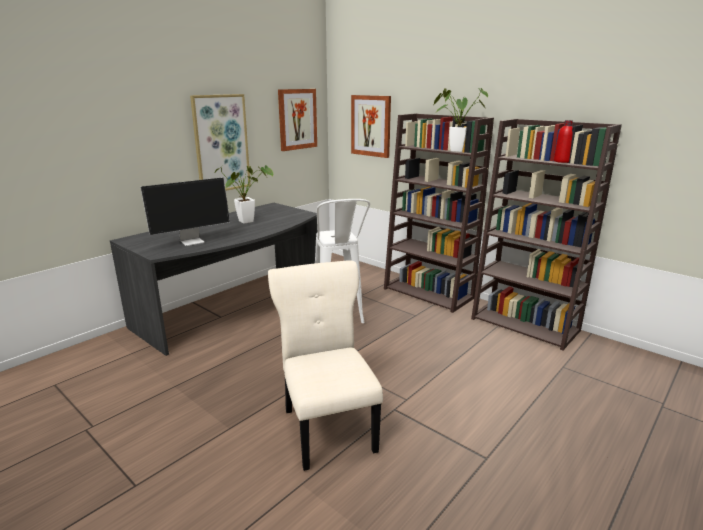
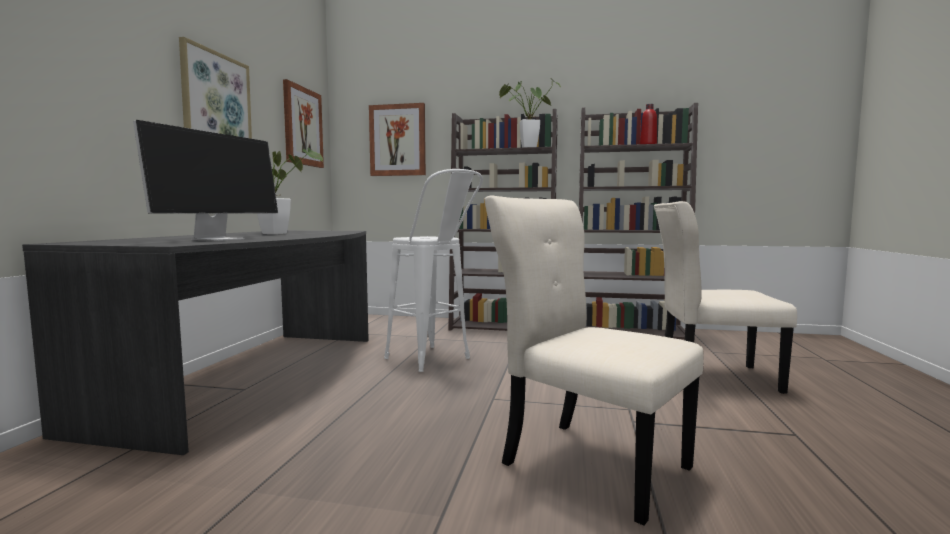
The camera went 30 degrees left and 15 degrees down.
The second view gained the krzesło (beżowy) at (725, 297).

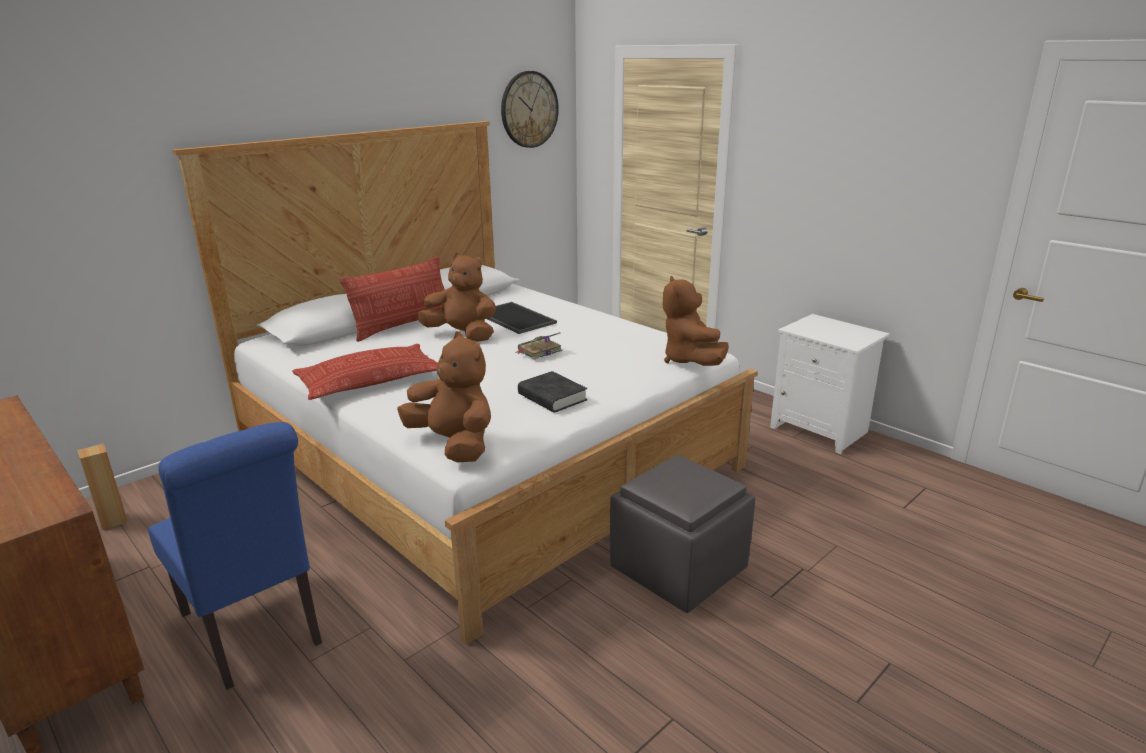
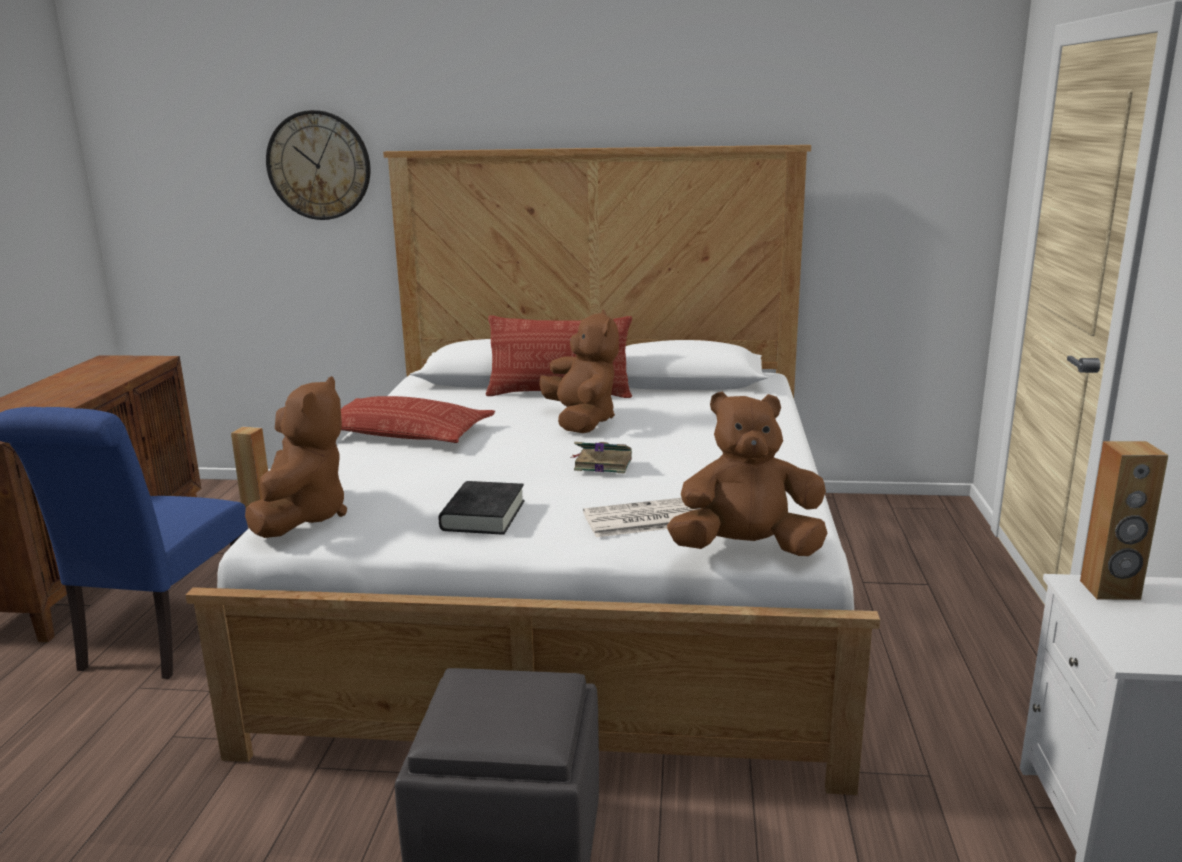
The camera went 50 degrees right and 5 degrees down.
The second view lost the taca at (522, 318).
The second view gained the gazeta at (640, 517).
The second view gained the głośnik (brązowy) at (1124, 520).
The zegar ścienny ended up elsewhere, having gone from (530, 109) to (318, 165).
The pluszak (brązowy) at (695, 321) ended up facing another way, 45 degrees clockwise from before.

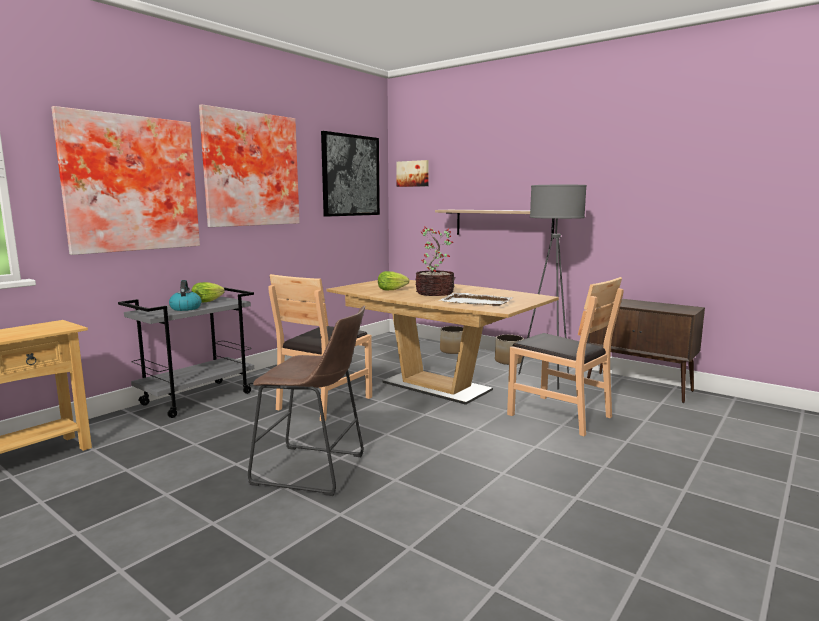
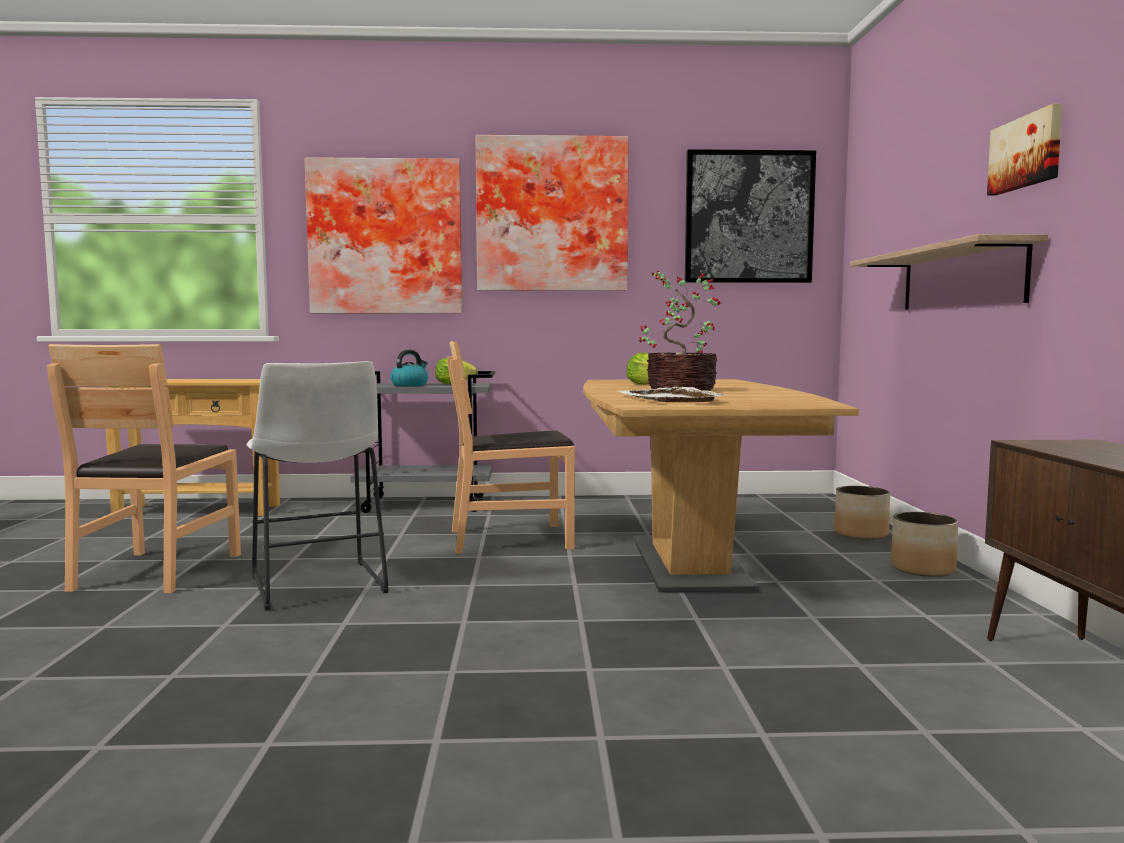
The camera went 50 degrees right and 5 degrees down.
The second view lost the lampa stojąca (szary) at (552, 286).
The obraz ended up elsewhere, having gone from (412, 173) to (1025, 150).
The krzesło (brązowy) ended up elsewhere, having gone from (565, 356) to (144, 468).
What was the stołek (brązowy) at (306, 400) turned into the stołek (biały) at (317, 485).

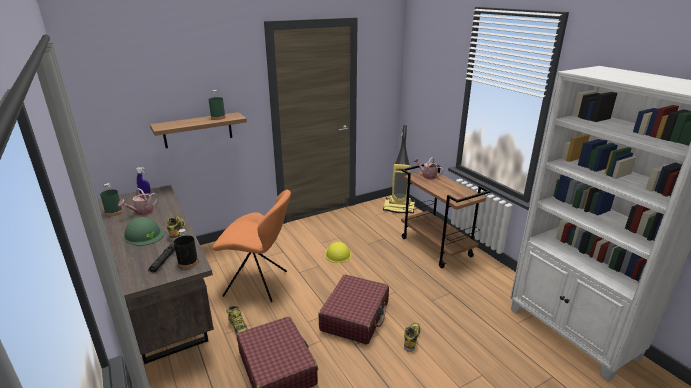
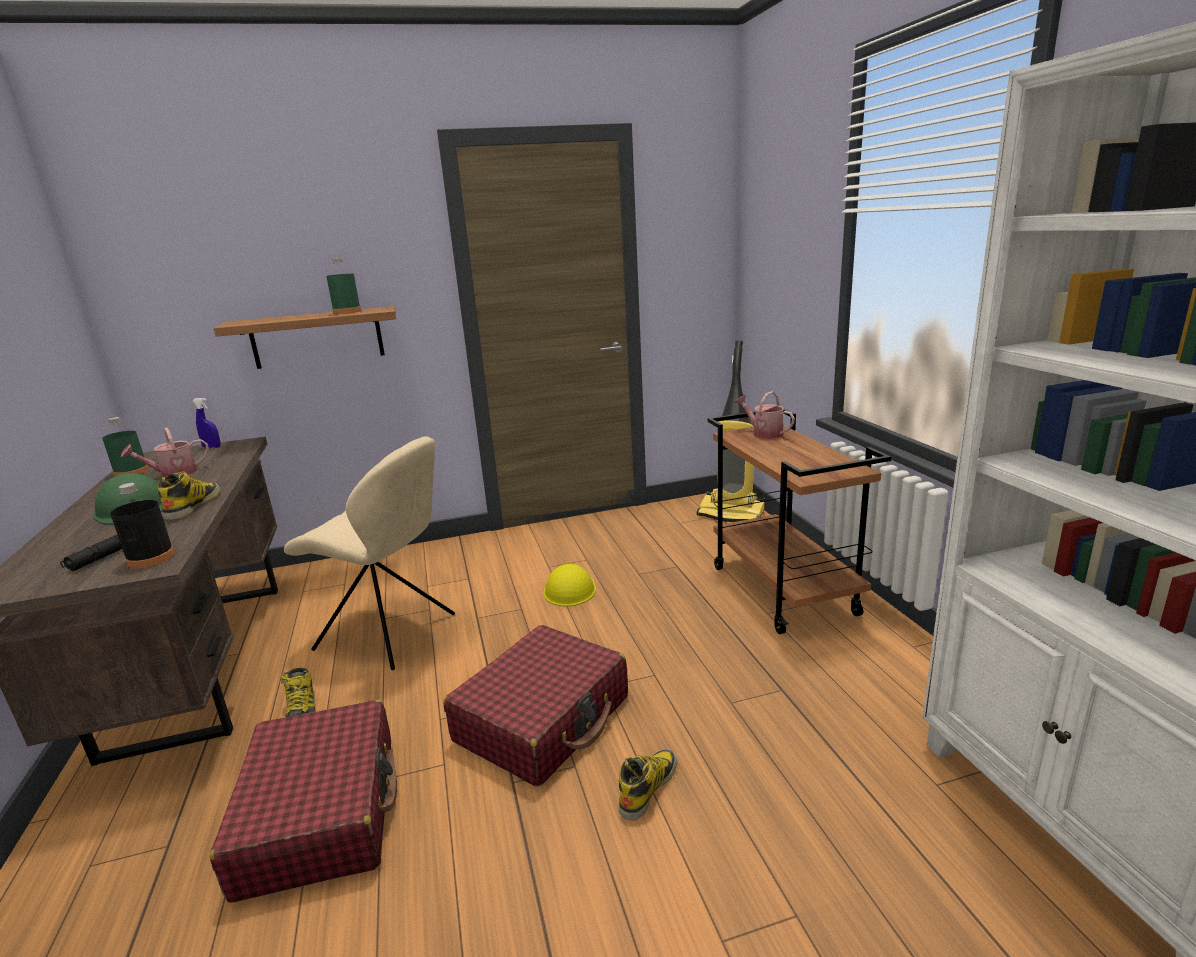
The camera went 15 degrees right and 5 degrees down.
What was the krzesło (pomarańczowy) at (251, 246) turned into the krzesło (beżowy) at (369, 553).

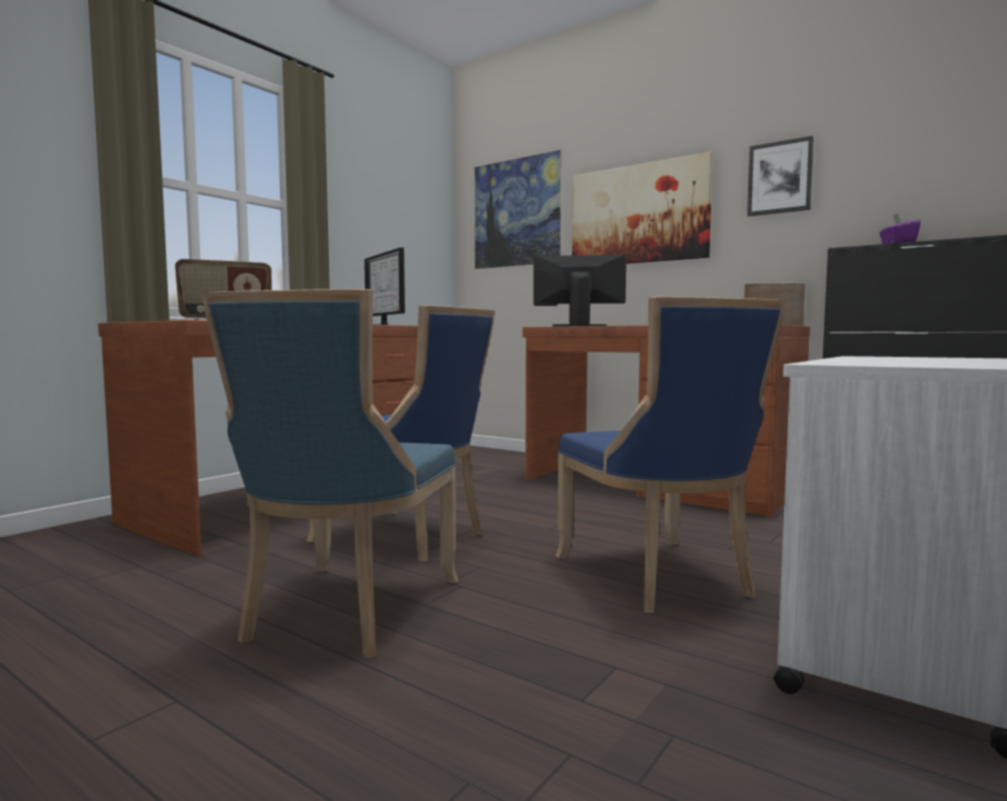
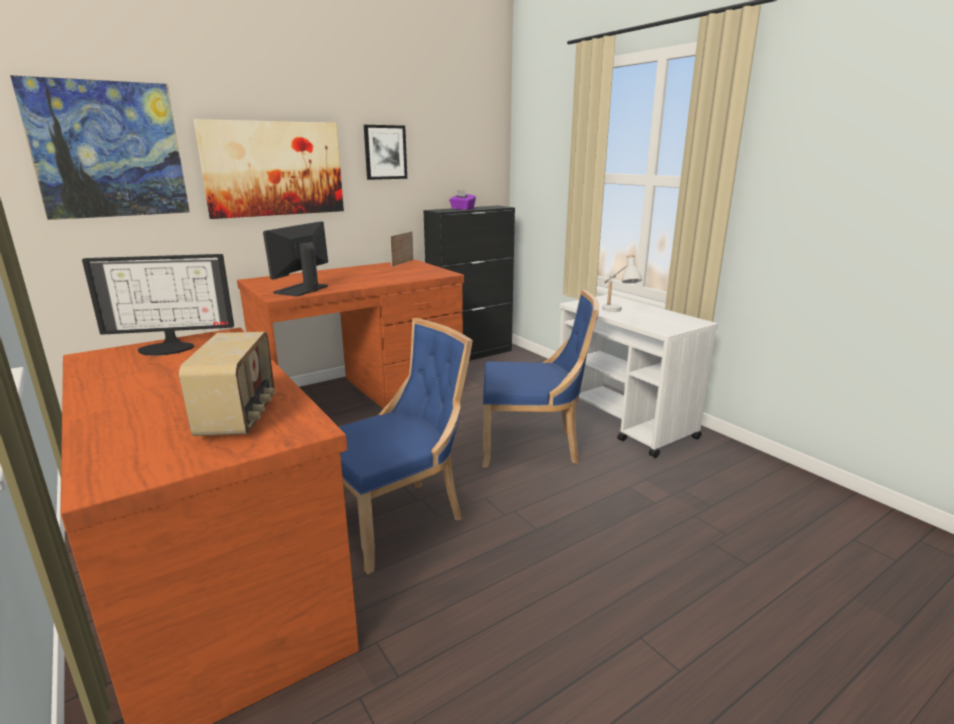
The camera went 70 degrees left and 15 degrees up.
The second view lost the krzesło (niebieski) at (329, 473).
The second view gained the lampa stołowa (biały) at (622, 283).

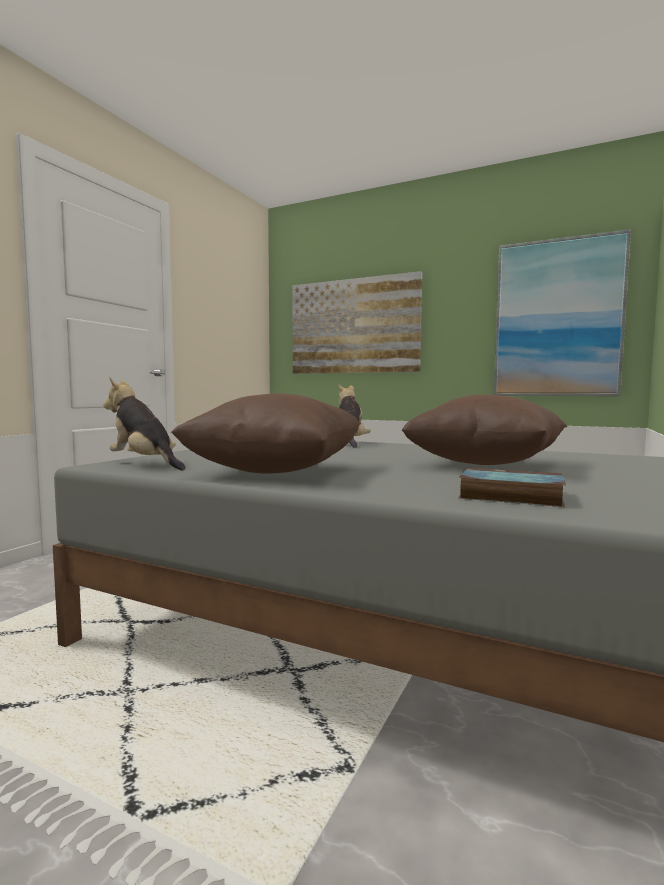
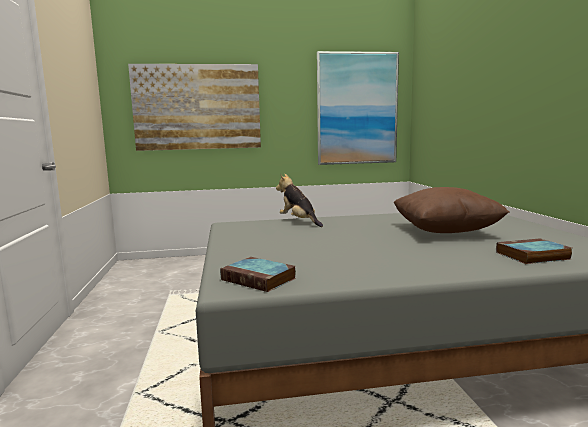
The camera went 35 degrees left and 5 degrees up.
The second view lost the poduszka (brązowy) at (266, 433).
Where the pluszak stood at (144, 423), the książka came to stand at (258, 274).

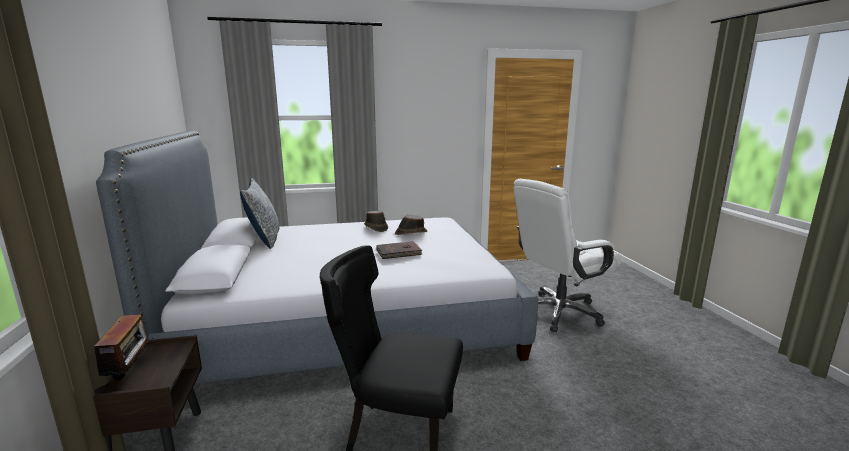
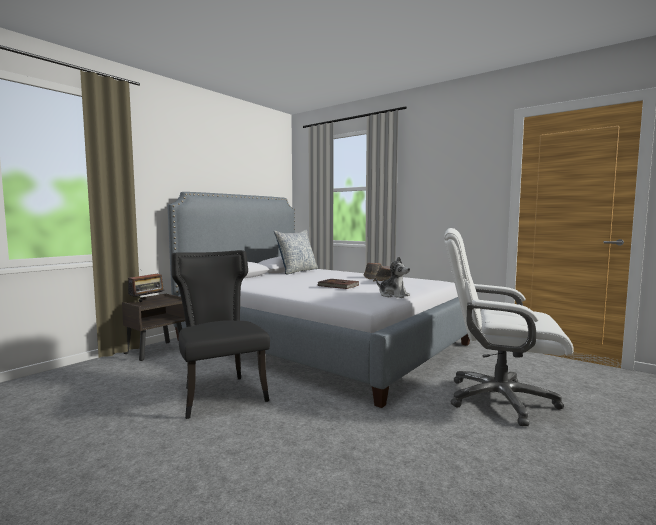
The camera went 50 degrees right and 10 degrees down.
The second view gained the pluszak at (393, 277).

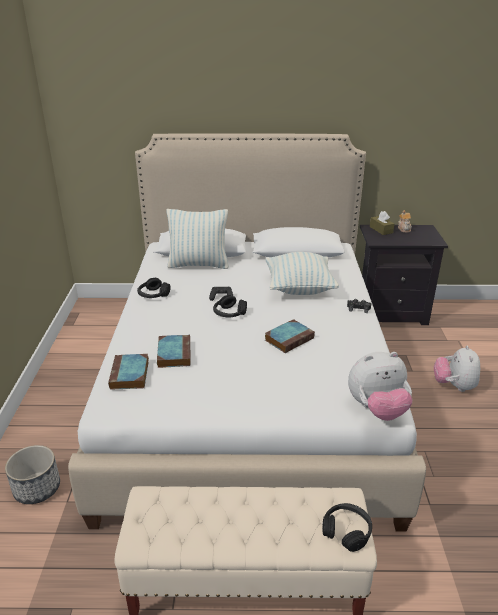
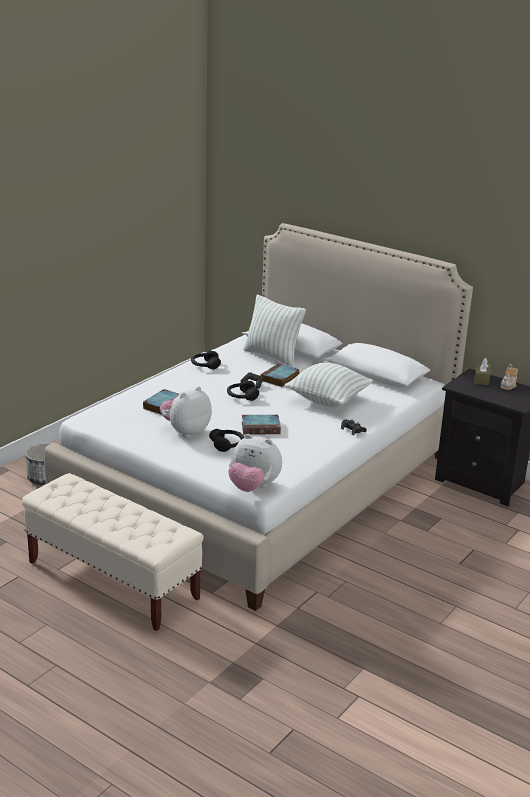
The camera went 35 degrees right and 5 degrees down.
The książka ended up elsewhere, having gone from (128, 372) to (280, 375).
The słuchawki (czarny) ended up elsewhere, having gone from (347, 527) to (227, 440).
The pluszak ended up elsewhere, having gone from (457, 369) to (186, 412).

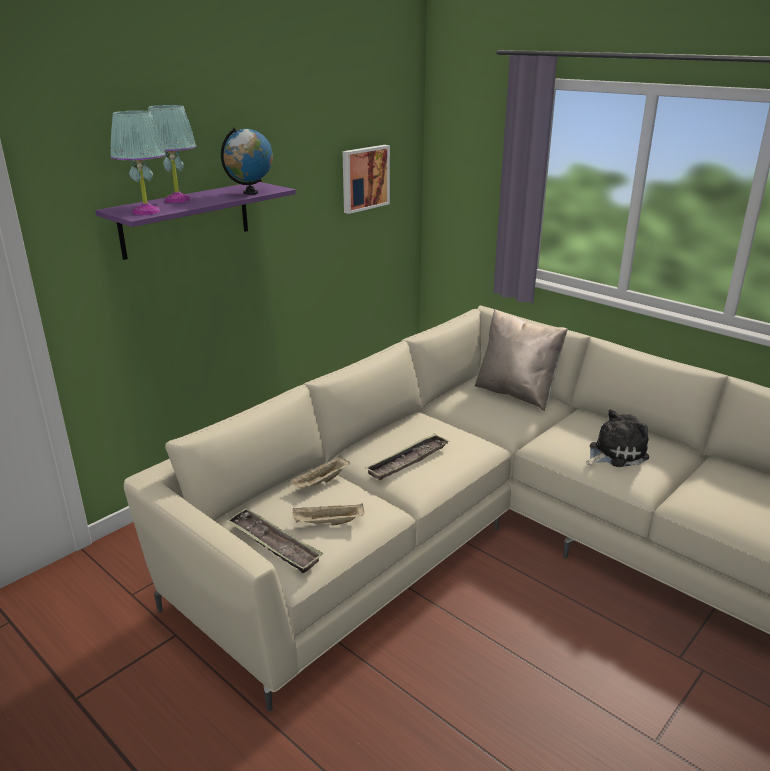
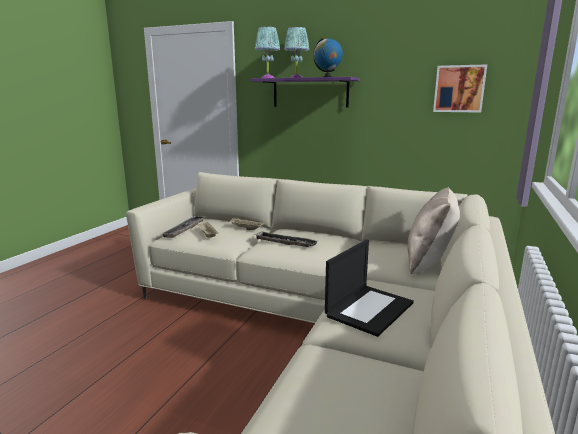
The camera went 70 degrees right and 10 degrees down.
Where the pluszak stood at (617, 438), the laptop came to stand at (369, 288).

